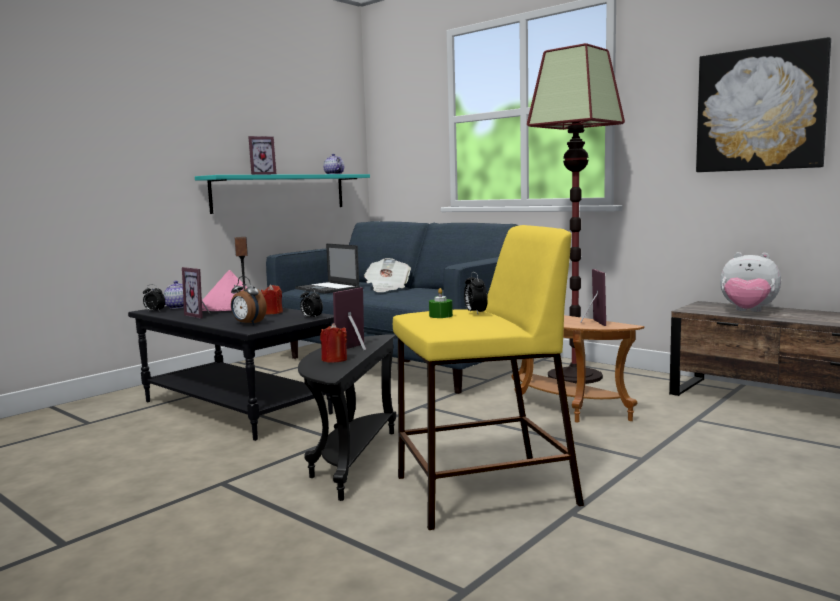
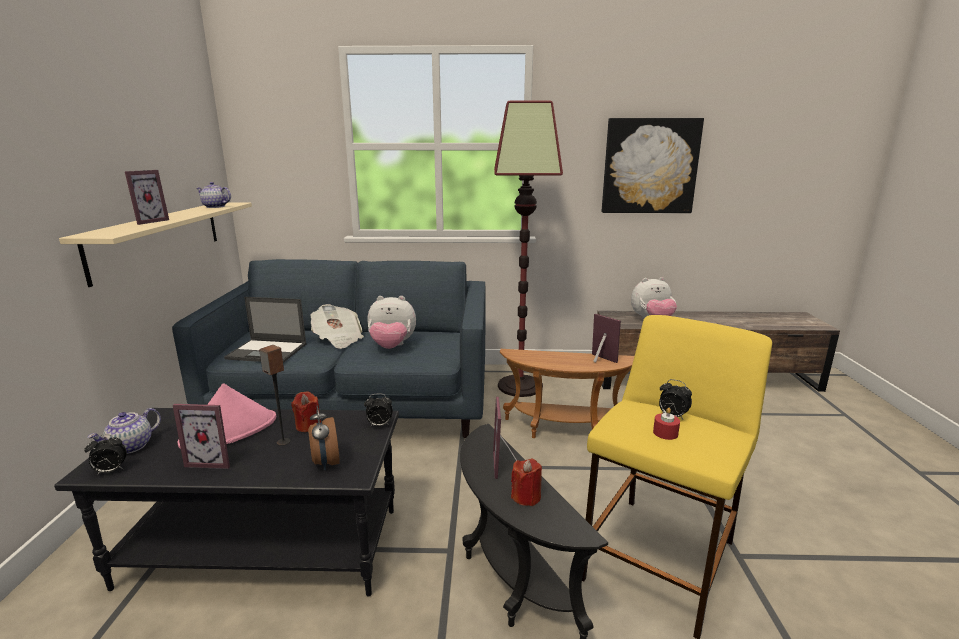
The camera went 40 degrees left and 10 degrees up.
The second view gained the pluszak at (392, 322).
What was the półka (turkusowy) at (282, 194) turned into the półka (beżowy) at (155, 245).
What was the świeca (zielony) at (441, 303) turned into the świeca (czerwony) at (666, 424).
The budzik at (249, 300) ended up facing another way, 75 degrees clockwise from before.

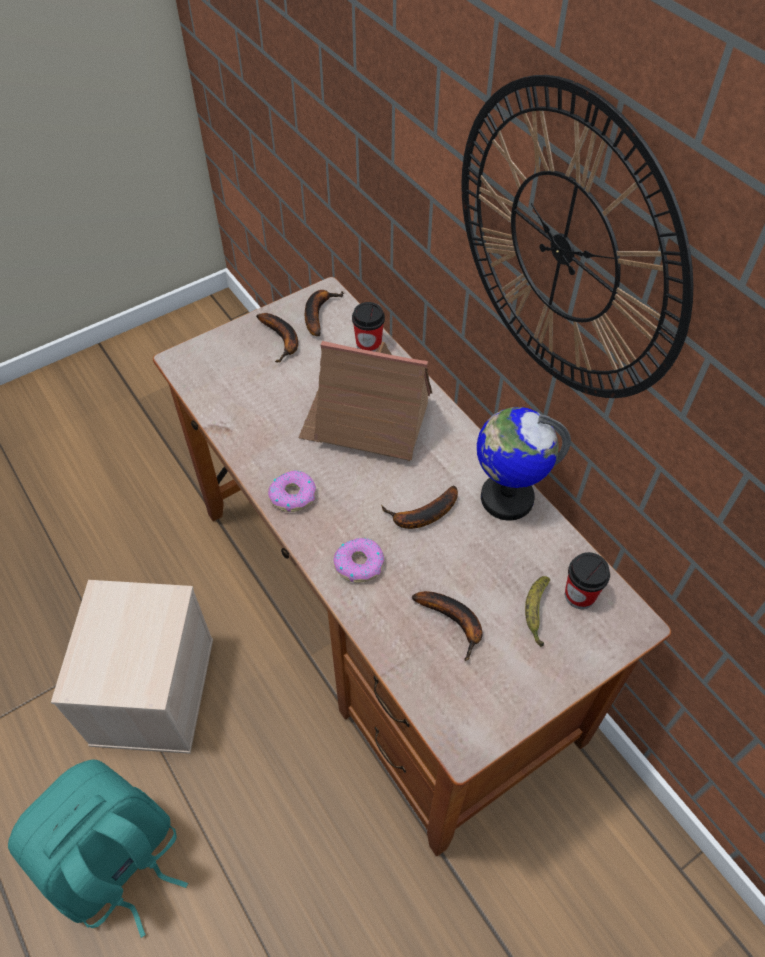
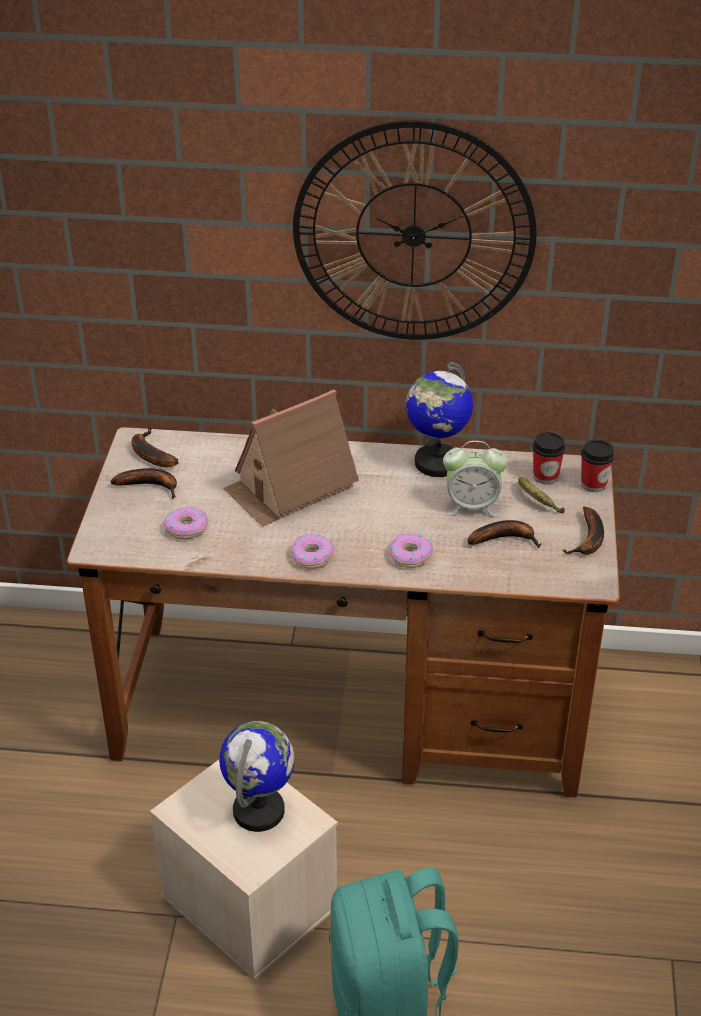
The camera went 50 degrees left and 15 degrees down.
The second view gained the donut at (186, 523).
The second view gained the globus at (257, 776).
The second view gained the budzik at (475, 479).
The filiżanka ended up elsewhere, having gone from (368, 327) to (598, 465).
The banan ended up elsewhere, having gone from (419, 507) to (583, 531).

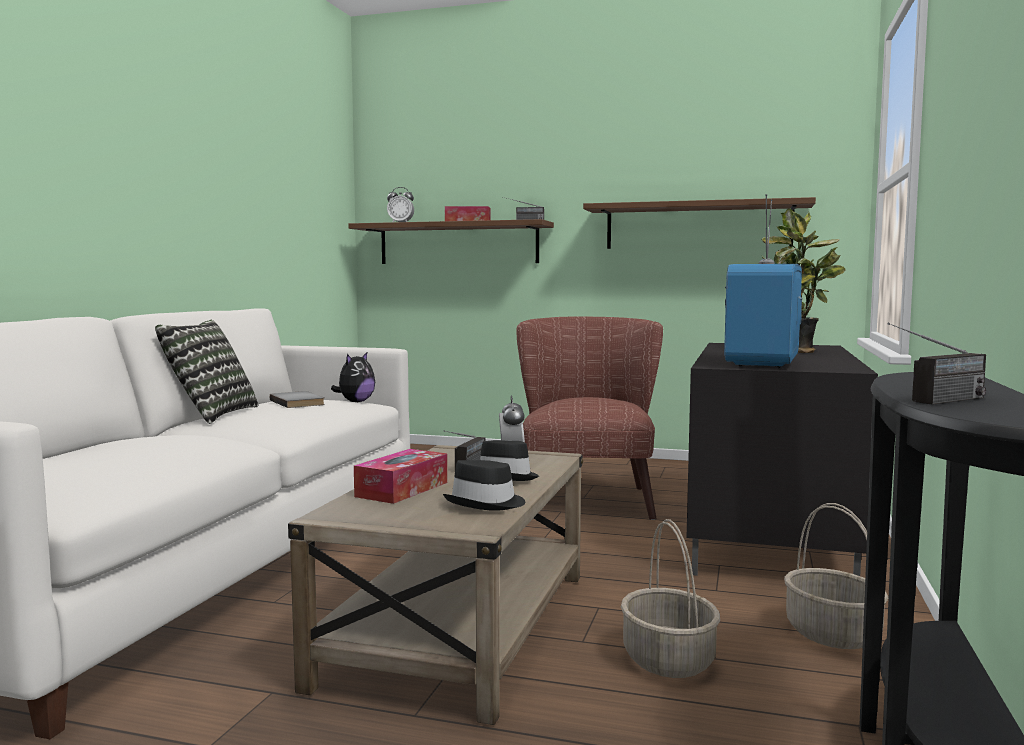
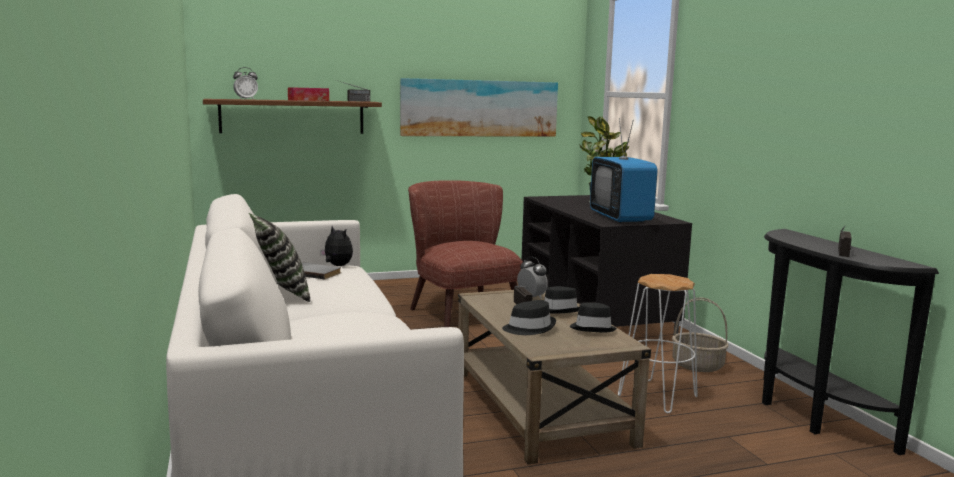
The camera went 35 degrees left and 5 degrees up.
Where the pudełko chusteczek stood at (400, 476), the kapelusz (czarny) came to stand at (529, 317).
Where the półka (brązowy) hung at (699, 223), the obraz came to hang at (479, 107).
Where the koszyk stood at (670, 598), the stołek (biały) came to stand at (658, 343).
The pluszak at (353, 377) ended up facing another way, 45 degrees counterclockwise from before.

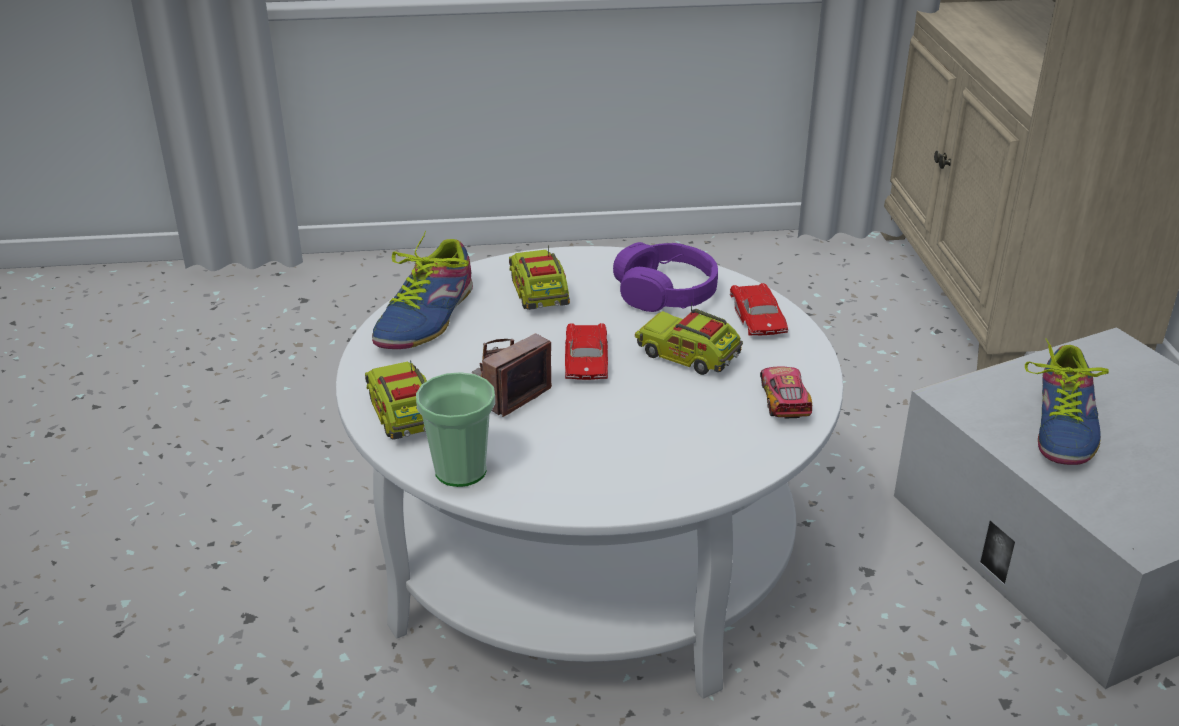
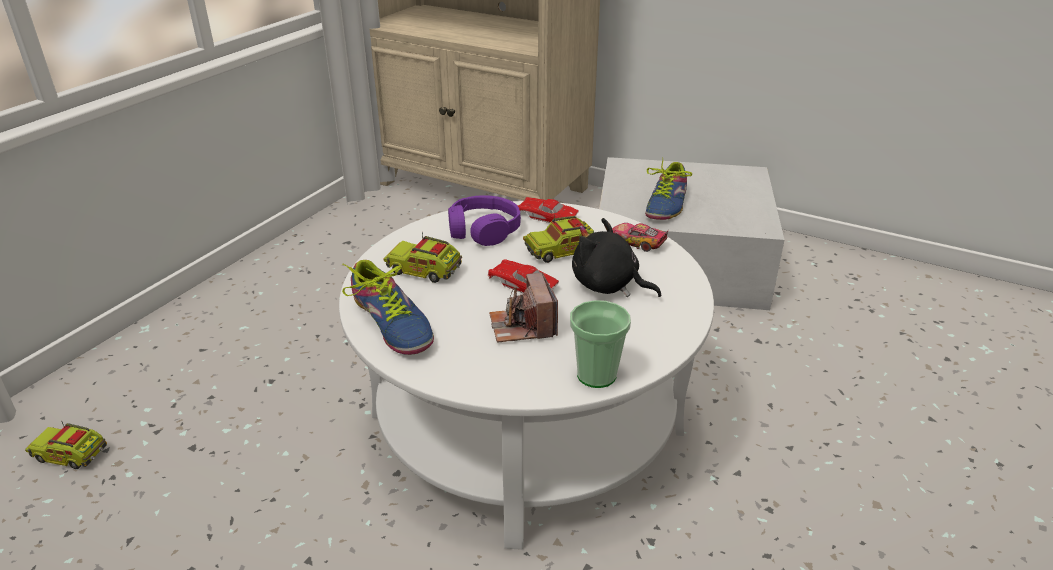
The camera went 55 degrees left and 0 degrees up.
The second view gained the pluszak (czarny) at (616, 257).
The ciężarówka zabawkowa ended up elsewhere, having gone from (396, 400) to (66, 445).
The but at (1067, 401) ended up facing another way, 60 degrees clockwise from before.

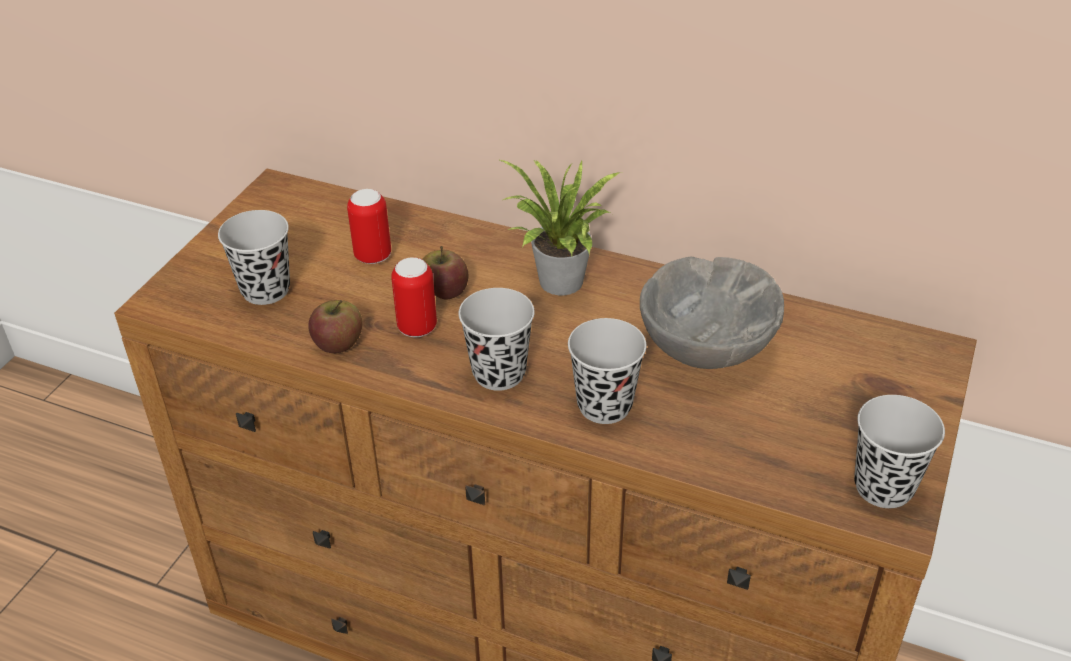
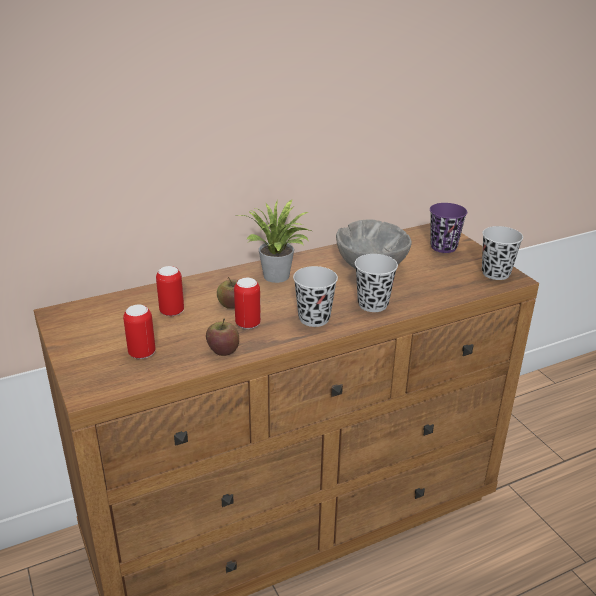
The camera went 50 degrees left and 10 degrees down.
The second view gained the filiżanka (fioletowy) at (448, 228).
Where the filiżanka (czarny) stood at (254, 257), the puszka came to stand at (139, 332).

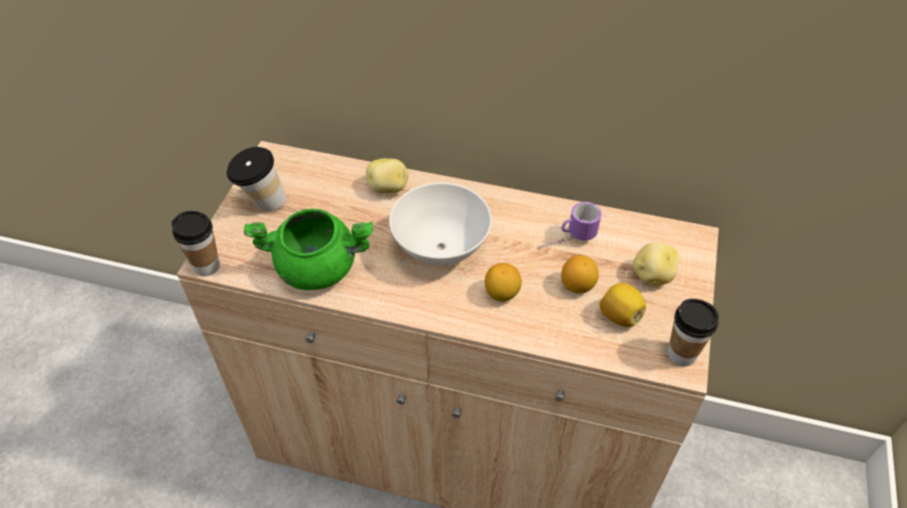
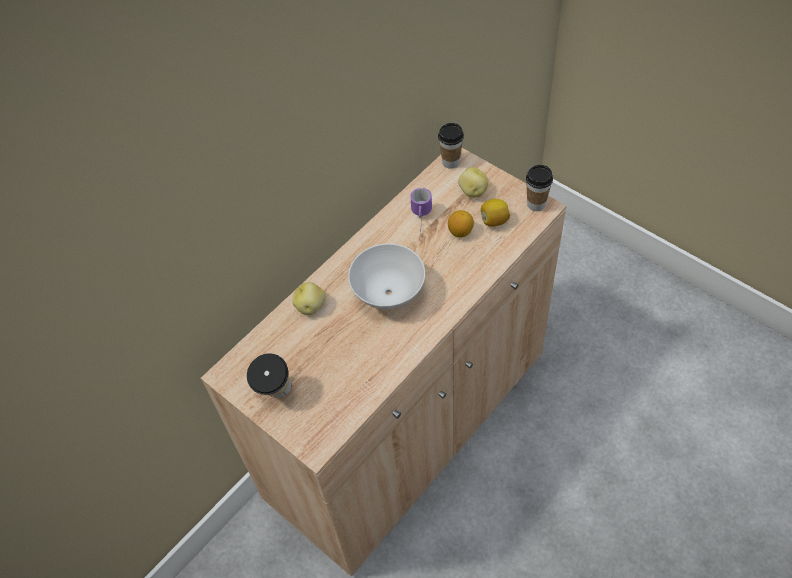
The camera went 60 degrees left and 5 degrees up.
The second view lost the garnek (zielony) at (308, 249).
The second view lost the cytryna at (503, 282).
The filiżanka ended up elsewhere, having gone from (196, 243) to (451, 146).

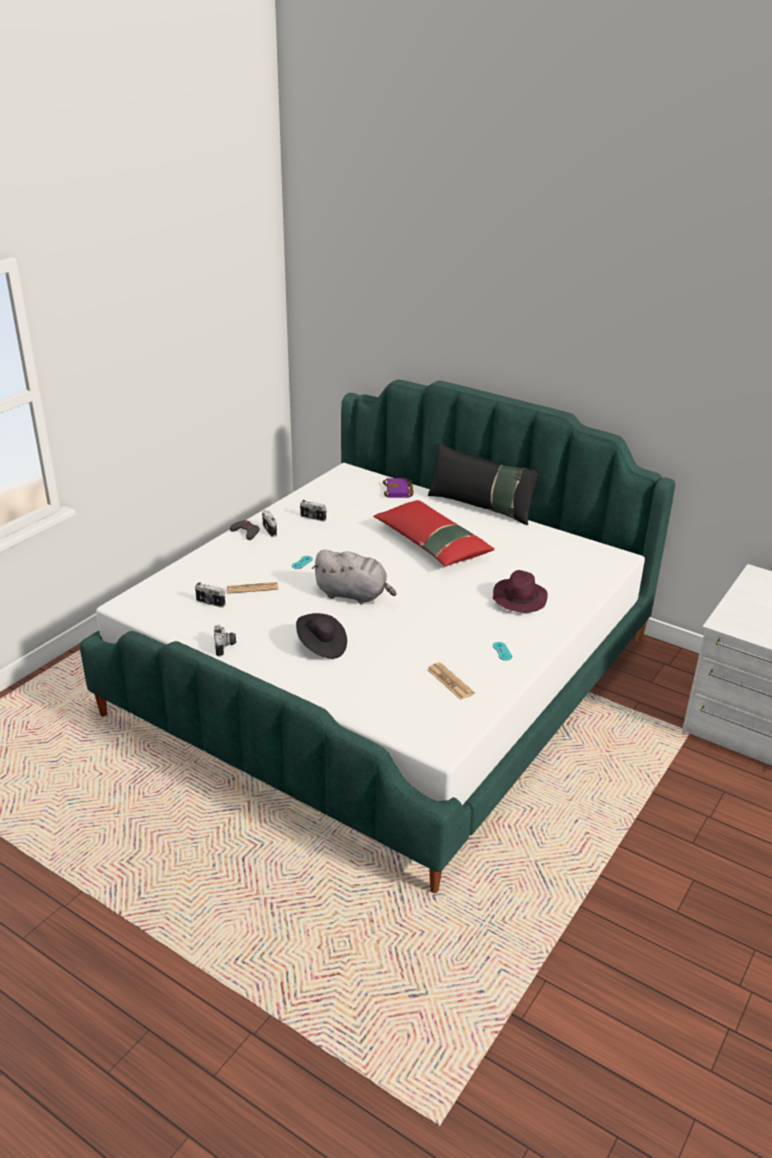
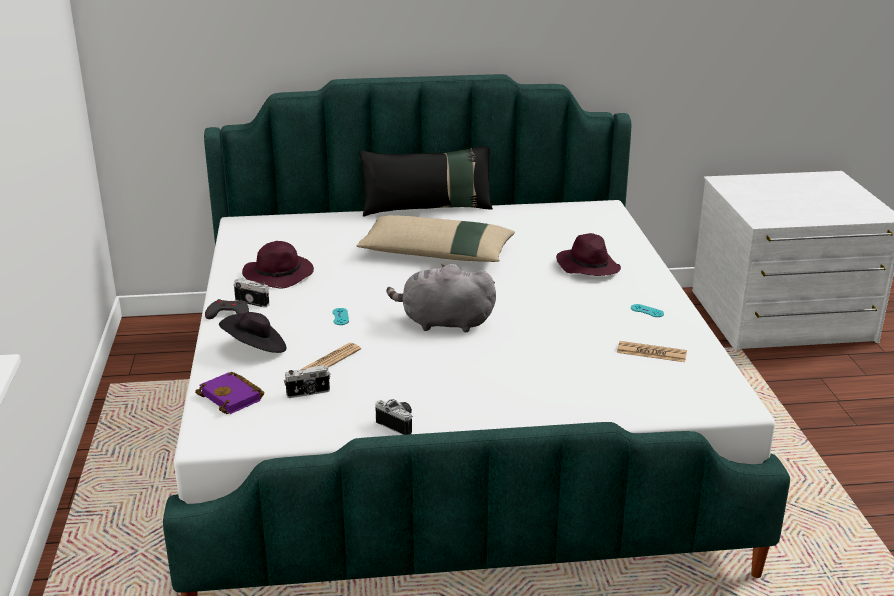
The camera went 40 degrees left and 5 degrees down.
The kapelusz (czarny) ended up elsewhere, having gone from (321, 636) to (252, 332).
The książka (fioletowy) ended up elsewhere, having gone from (398, 488) to (229, 393).
Where the aparat fotograficzny stood at (313, 511), the kapelusz (fioletowy) came to stand at (278, 265).
What was the poduszka (czerwony) at (434, 533) turned into the poduszka (beżowy) at (435, 238).
The pluszak (szary) at (354, 576) ended up facing another way, 150 degrees counterclockwise from before.

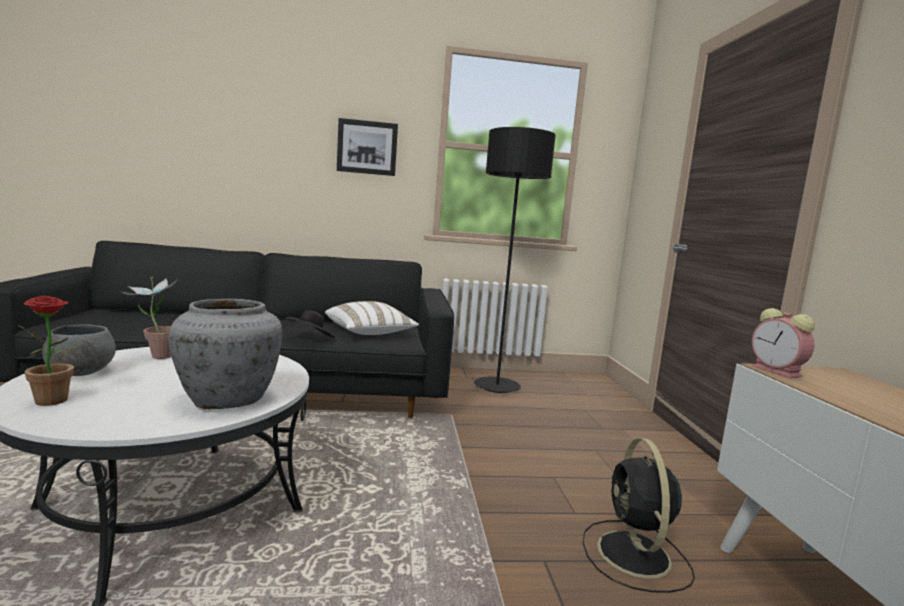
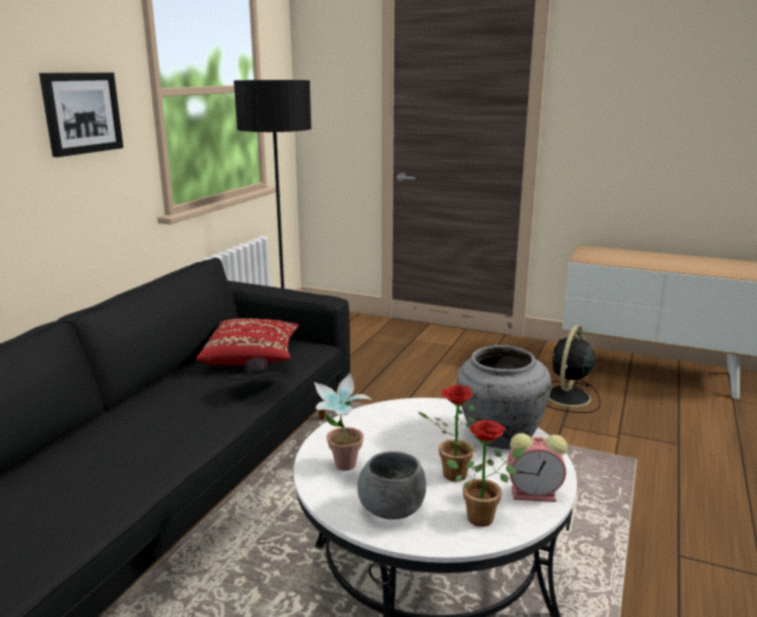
The camera went 60 degrees left and 10 degrees up.
The second view gained the roślina doniczkowa at (447, 433).
The budzik ended up elsewhere, having gone from (783, 343) to (537, 467).
What was the poduszka (biały) at (372, 318) turned into the poduszka (czerwony) at (247, 342).
The wentylator (czarny) at (639, 515) ended up facing another way, 90 degrees clockwise from before.

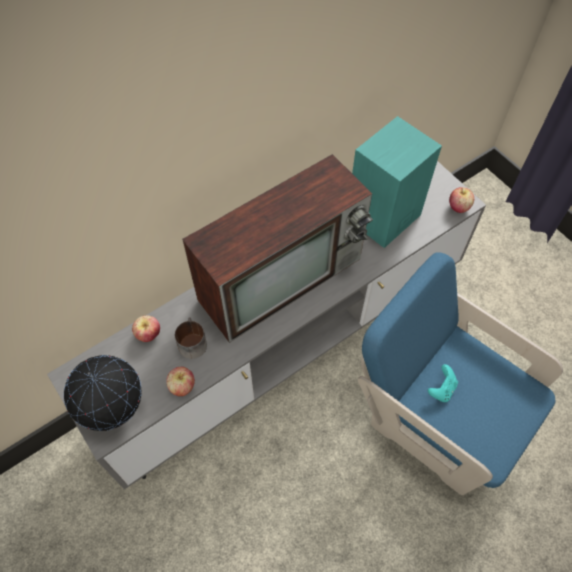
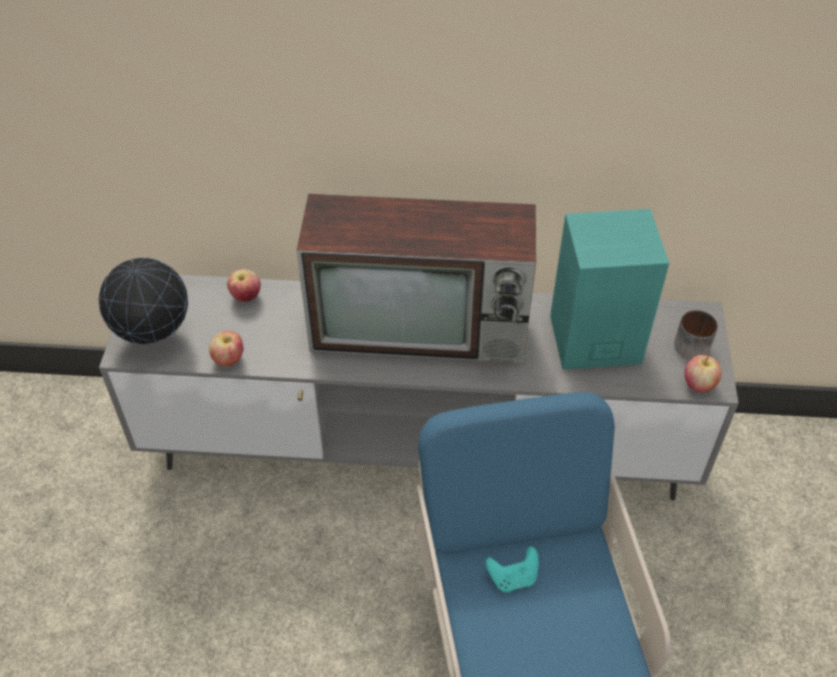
The camera went 40 degrees right and 10 degrees down.
The kubek ended up elsewhere, having gone from (191, 338) to (696, 335).

